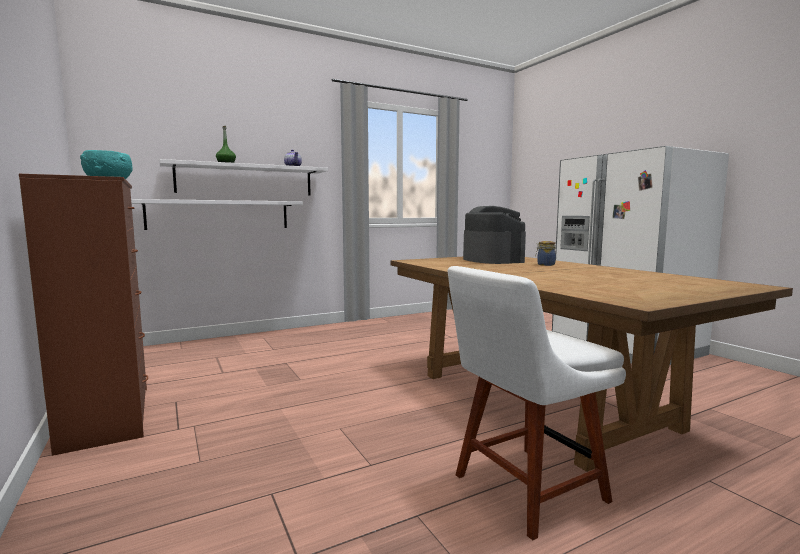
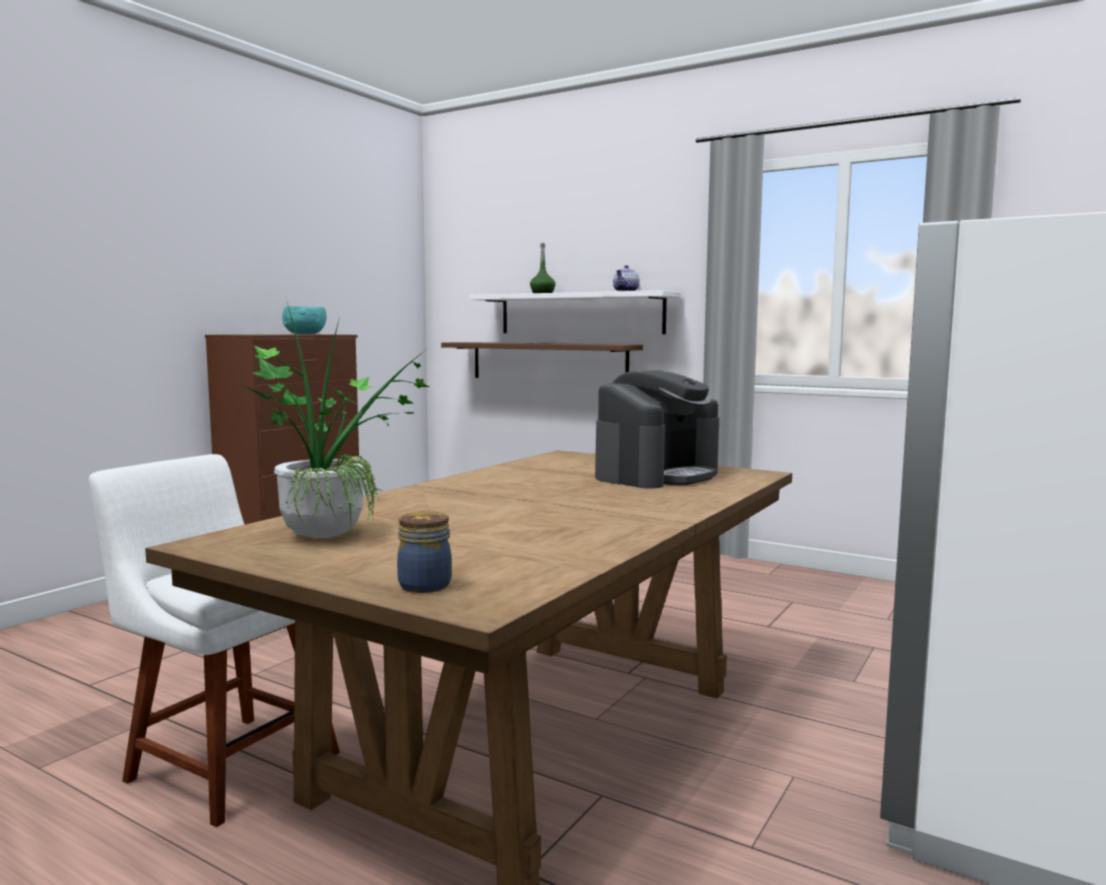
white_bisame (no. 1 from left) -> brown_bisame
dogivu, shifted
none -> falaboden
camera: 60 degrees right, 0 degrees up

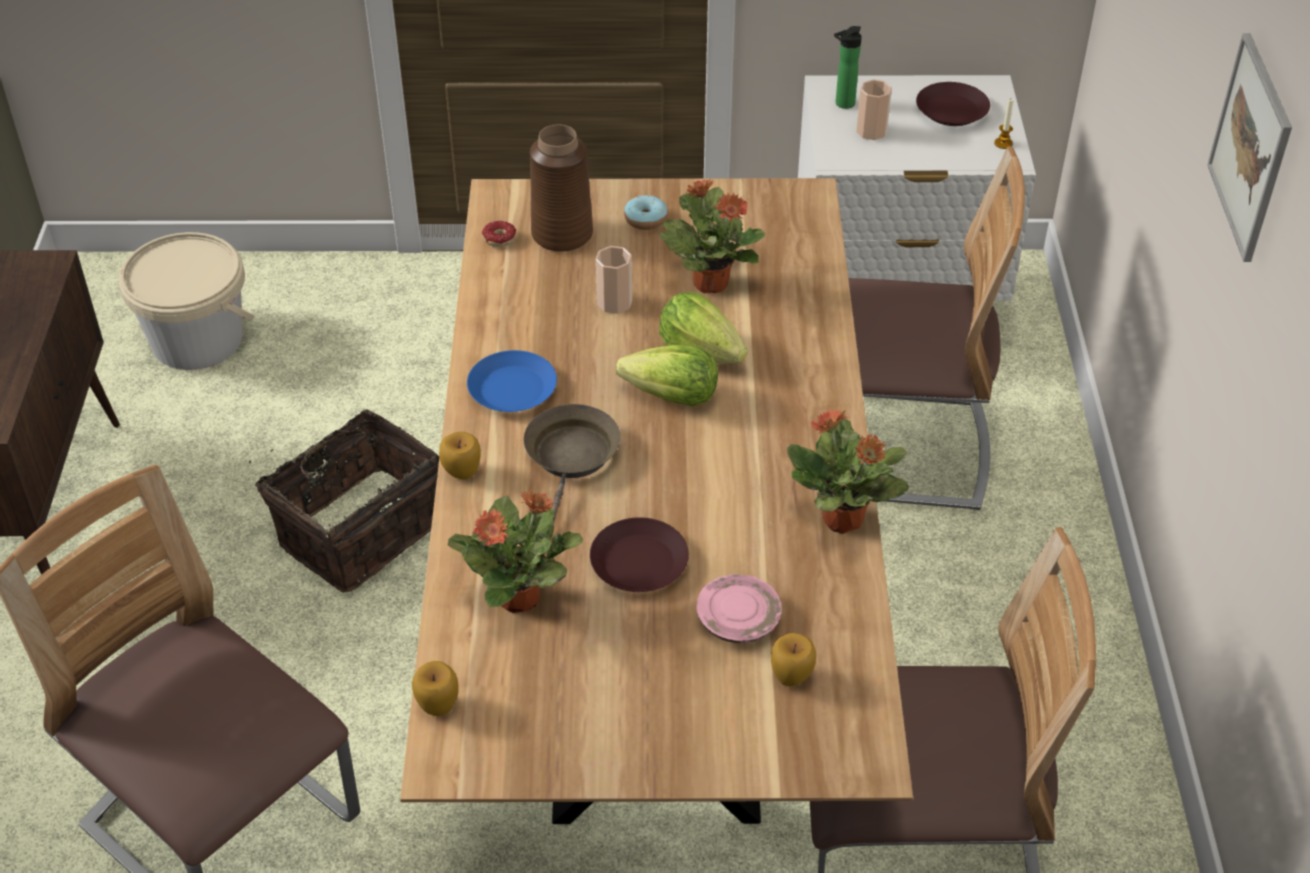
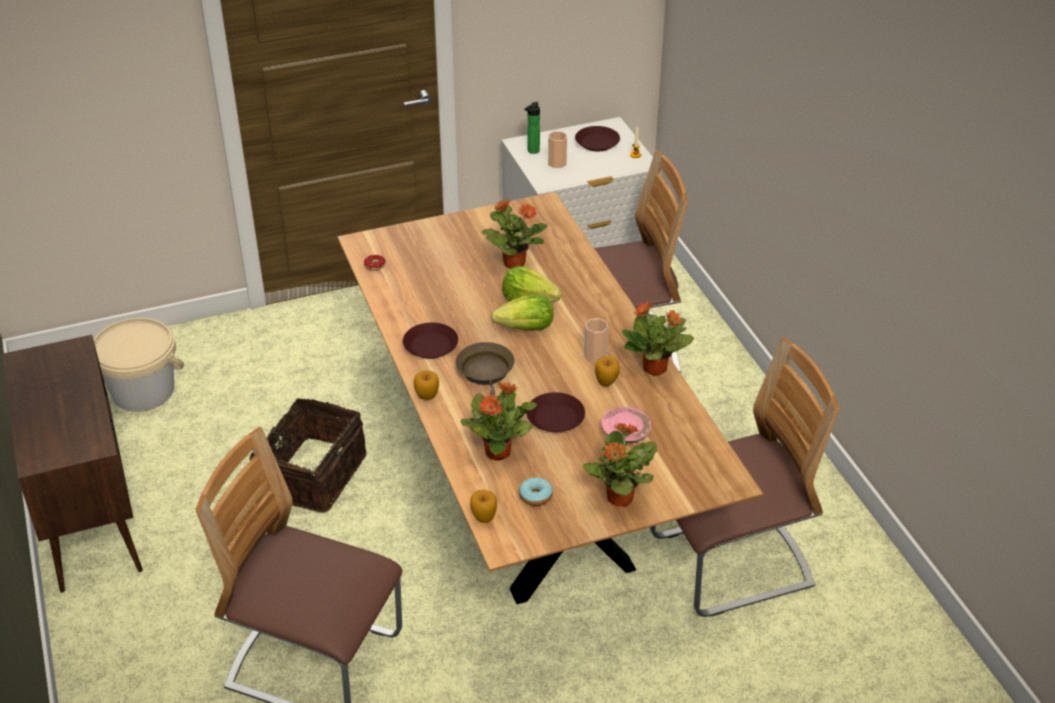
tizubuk -> none
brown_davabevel -> none
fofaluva (no. 2 from left), shifted
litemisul (no. 1 from left in the first image) -> litemisul (no. 2 from left), shifted
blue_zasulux -> brown_zasulux (no. 1 from left)
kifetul (no. 3 from left), shifted
none -> falaboden (no. 3 from left)
camera: 20 degrees left, 5 degrees down

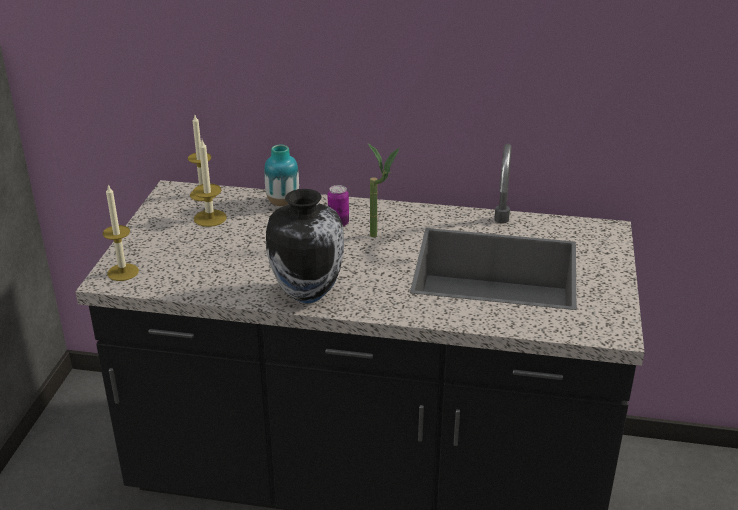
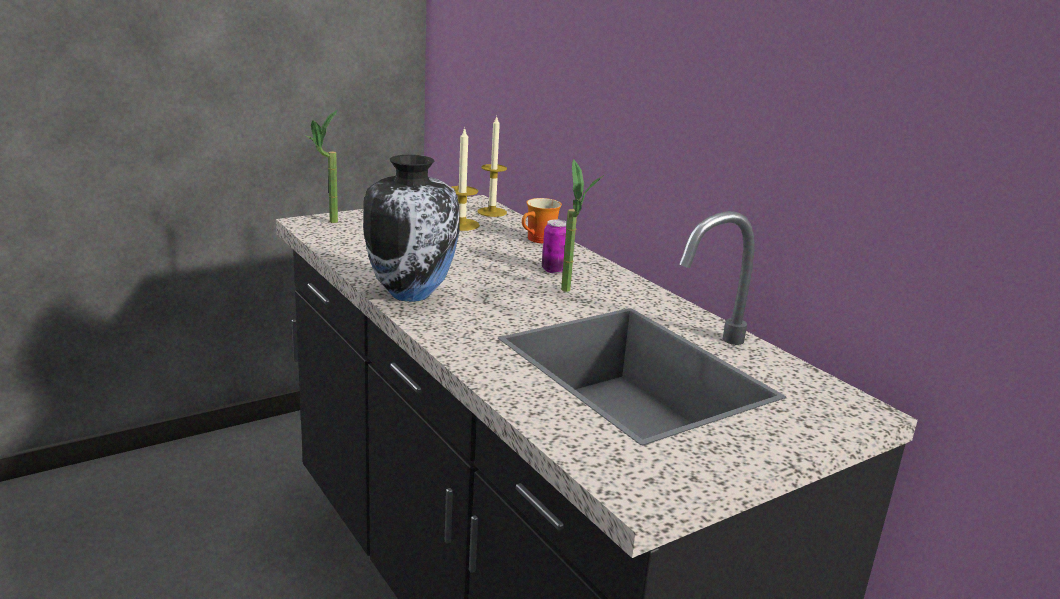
davabevel (no. 1 from left) -> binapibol
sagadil (no. 1 from left) -> falaboden (no. 1 from left)
camera: 45 degrees right, 10 degrees down

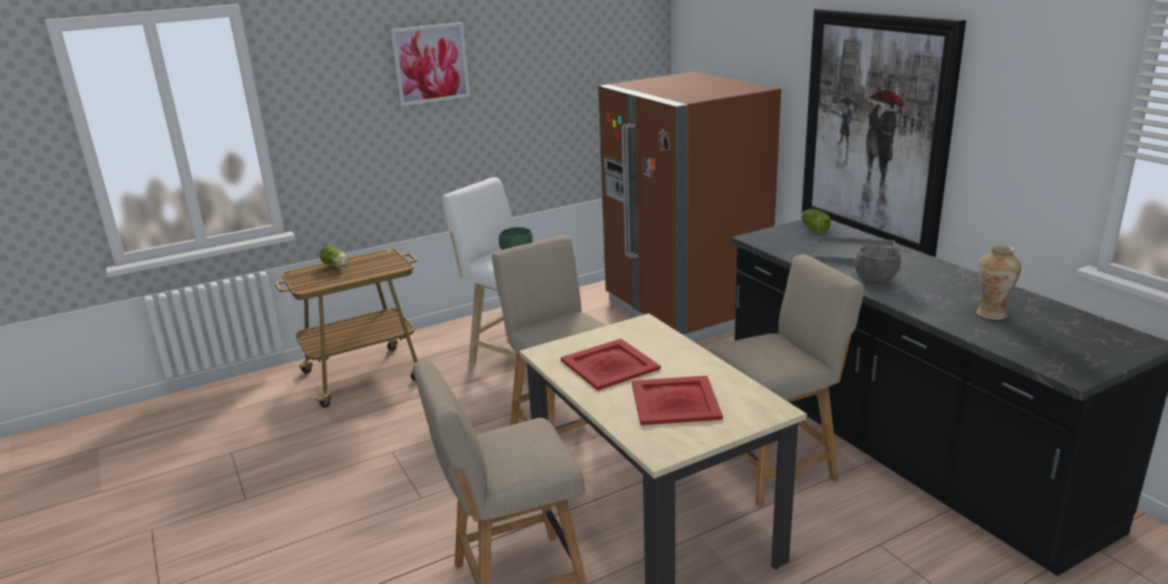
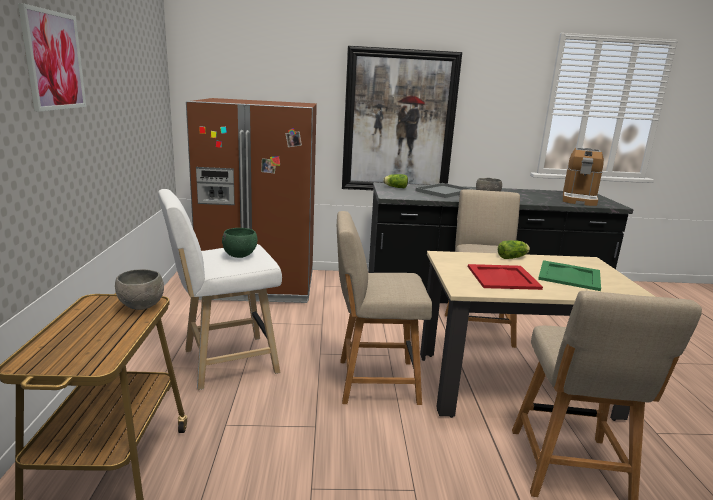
davabevel -> none
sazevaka (no. 1 from left in the first image) -> sazevaka (no. 2 from left), shifted
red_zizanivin (no. 2 from left) -> green_zizanivin
none -> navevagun
none -> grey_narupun (no. 1 from left)
camera: 65 degrees left, 5 degrees down

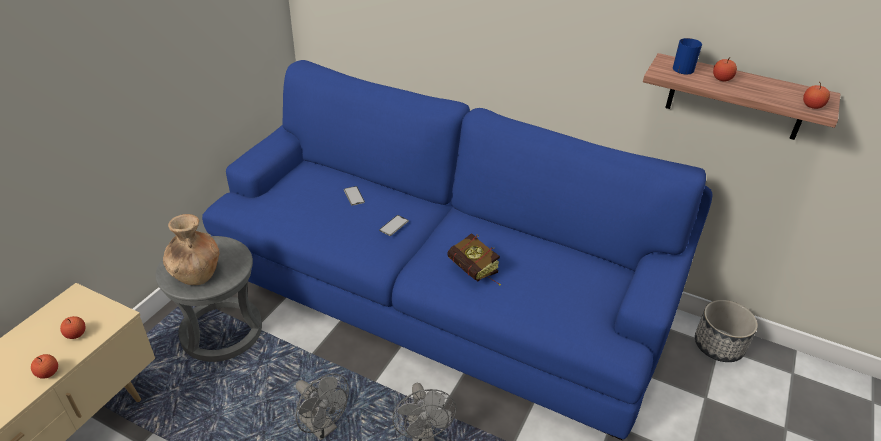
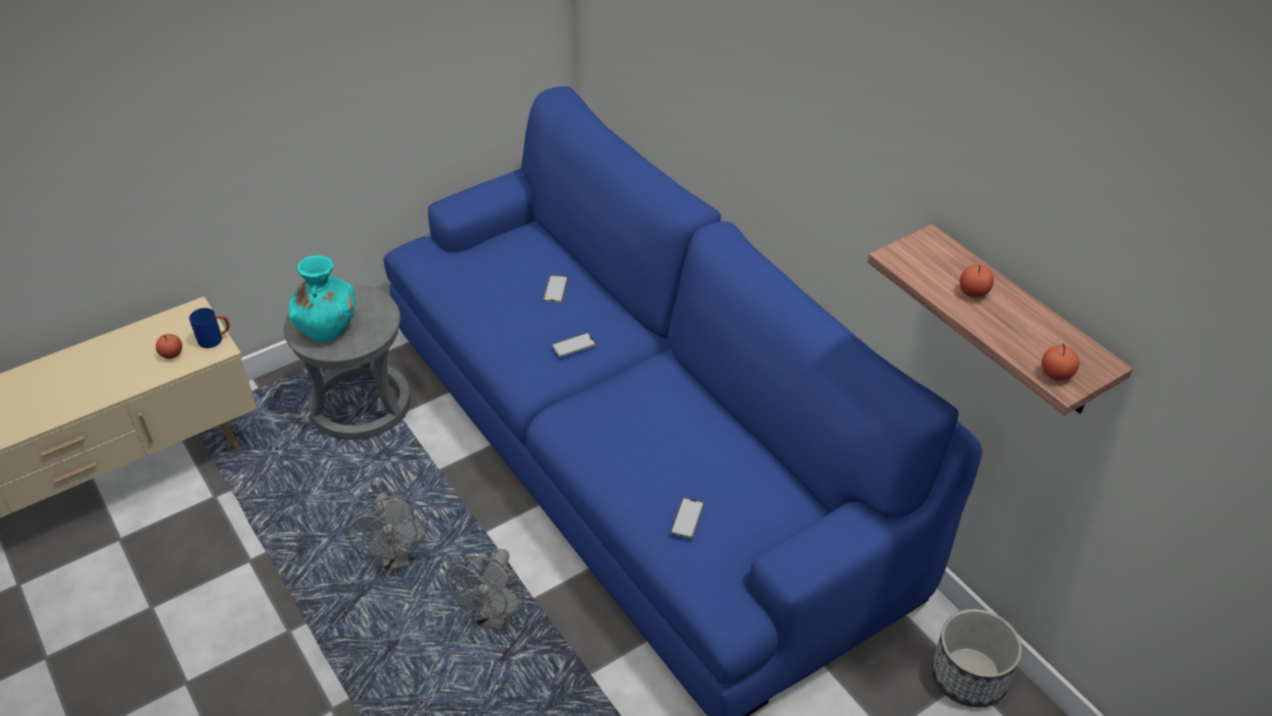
blue_binapibol, shifted
brown_davabevel -> turquoise_davabevel
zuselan -> none
kifetul (no. 1 from left) -> none
none -> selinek (no. 3 from left)
camera: 30 degrees right, 5 degrees up

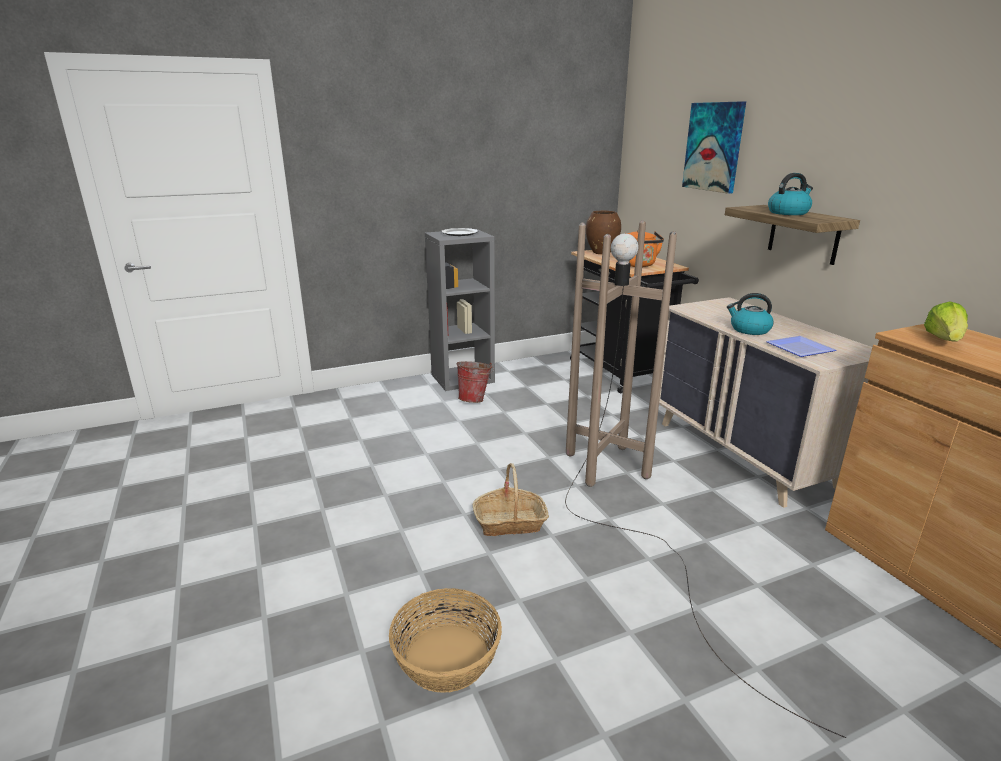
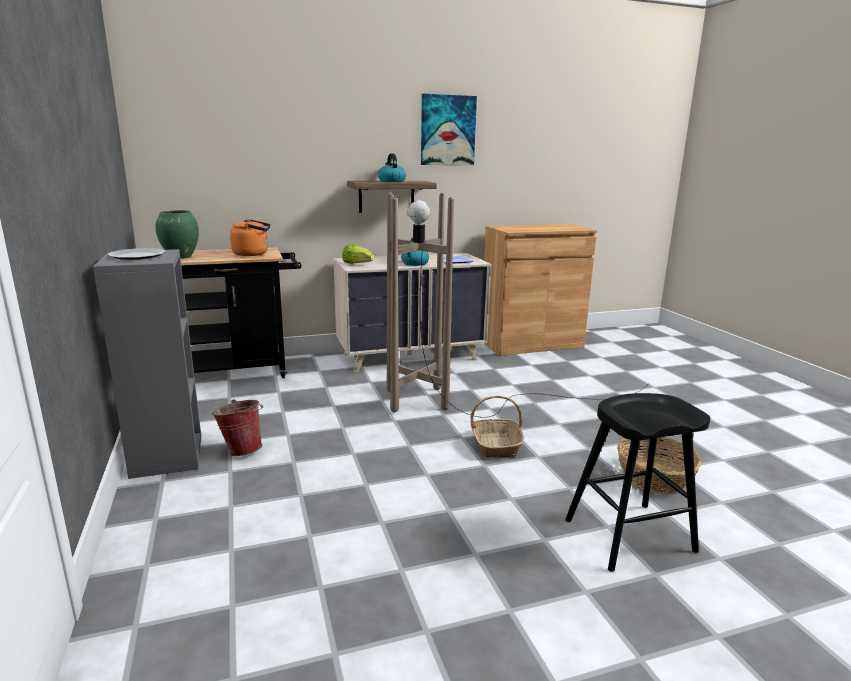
tizubuk, shifted
brown_davabevel -> green_davabevel
sazevaka, shifted
none -> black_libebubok
camera: 85 degrees left, 5 degrees down

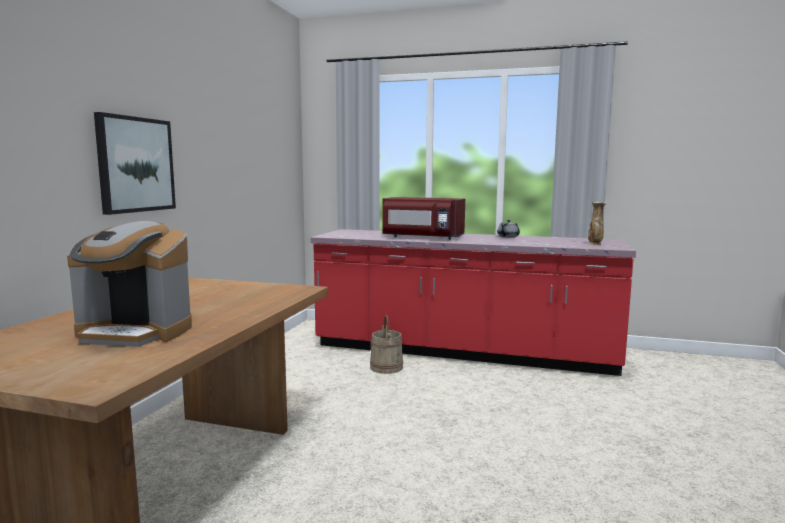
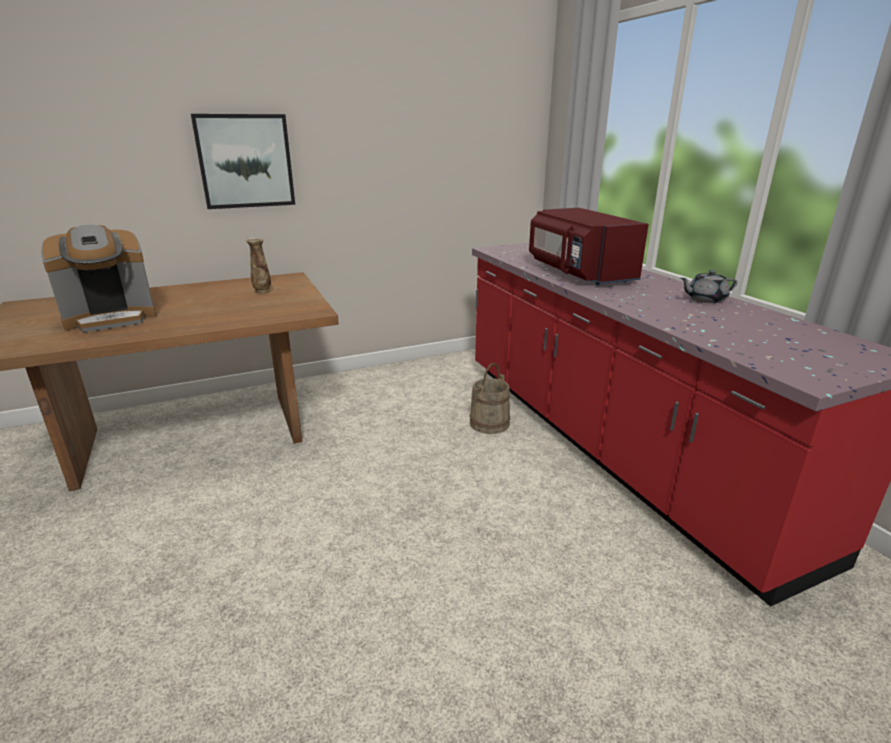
davabevel, shifted
navevagun, 90 degrees counterclockwise
camera: 50 degrees right, 15 degrees up

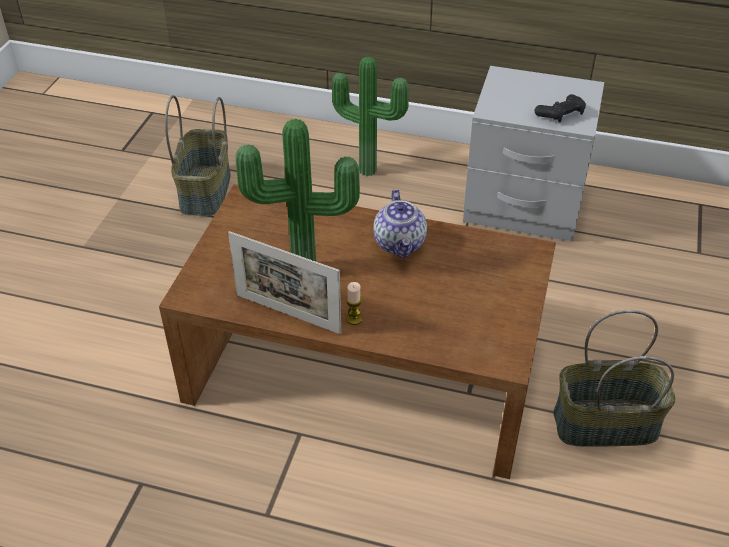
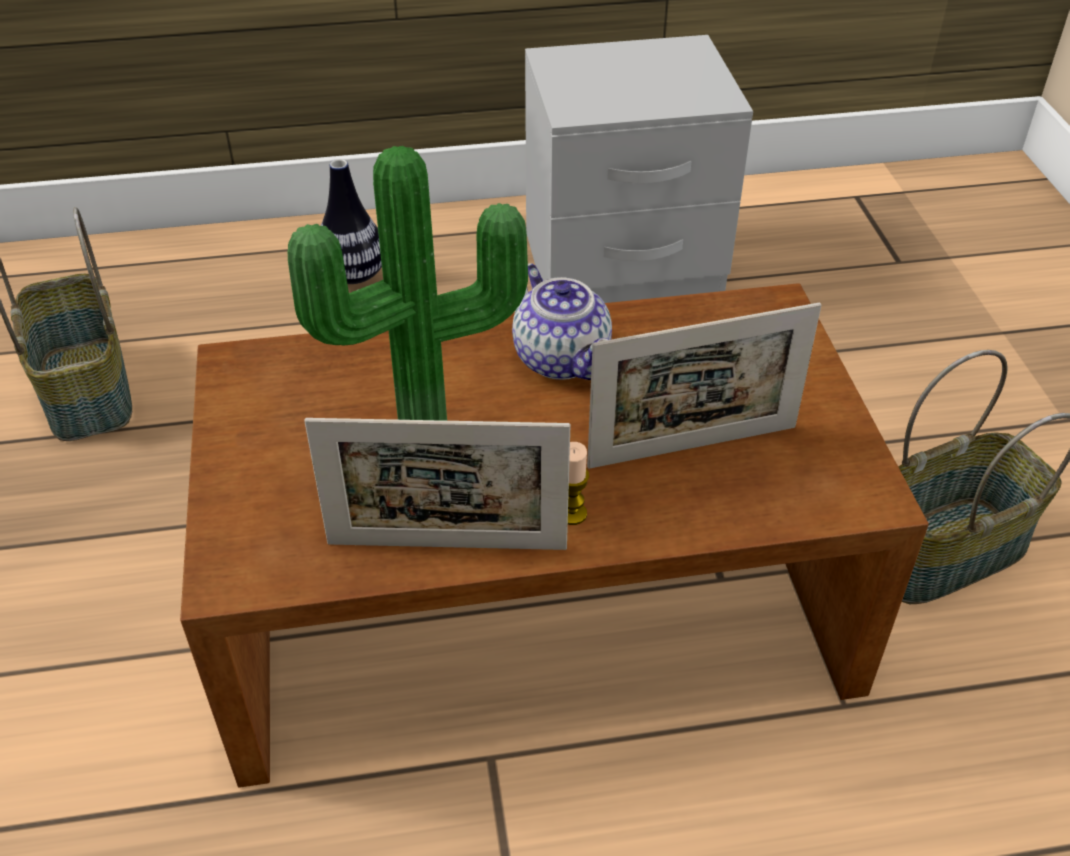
falaboden (no. 2 from left) -> davabevel
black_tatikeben -> none
none -> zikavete (no. 2 from left)
camera: 25 degrees left, 0 degrees up

